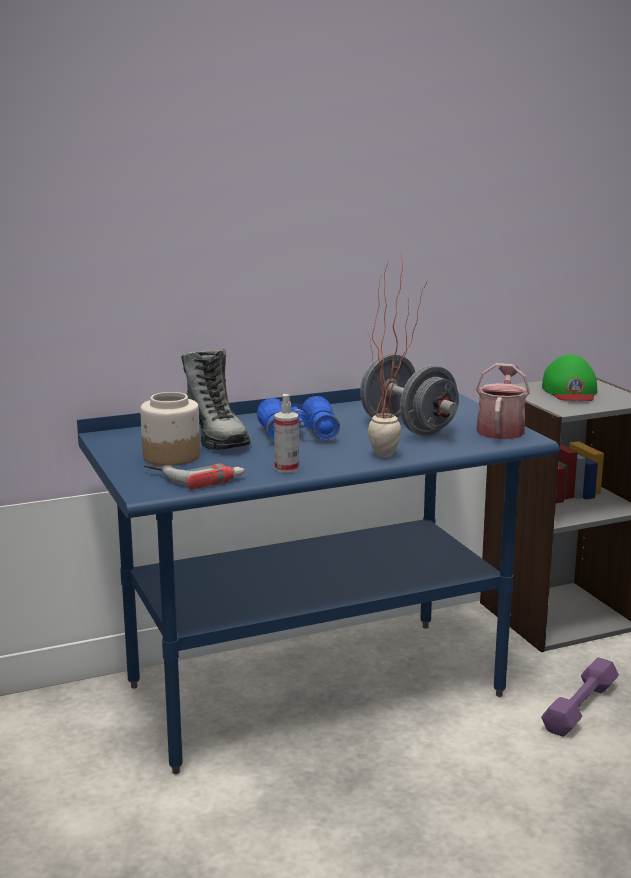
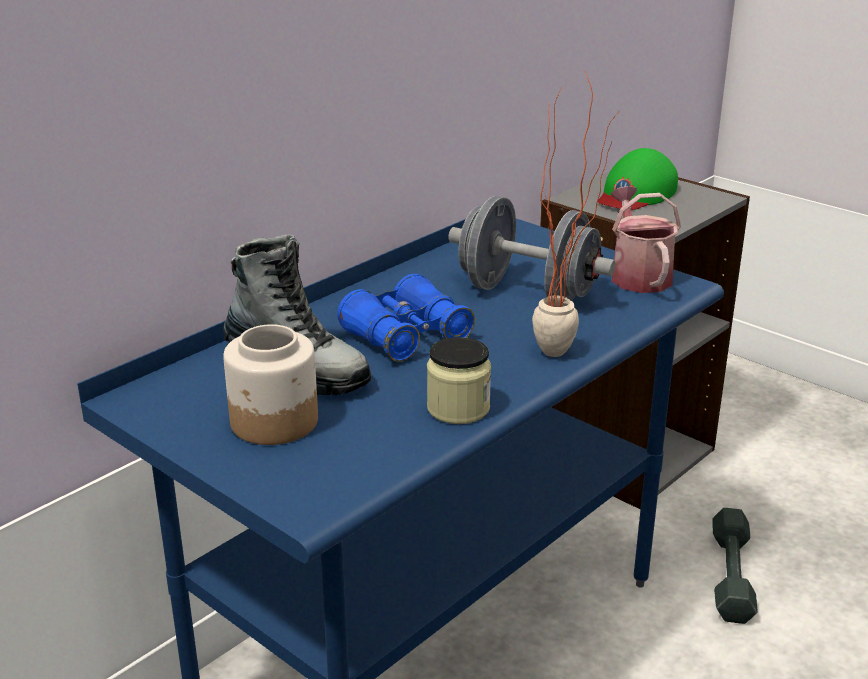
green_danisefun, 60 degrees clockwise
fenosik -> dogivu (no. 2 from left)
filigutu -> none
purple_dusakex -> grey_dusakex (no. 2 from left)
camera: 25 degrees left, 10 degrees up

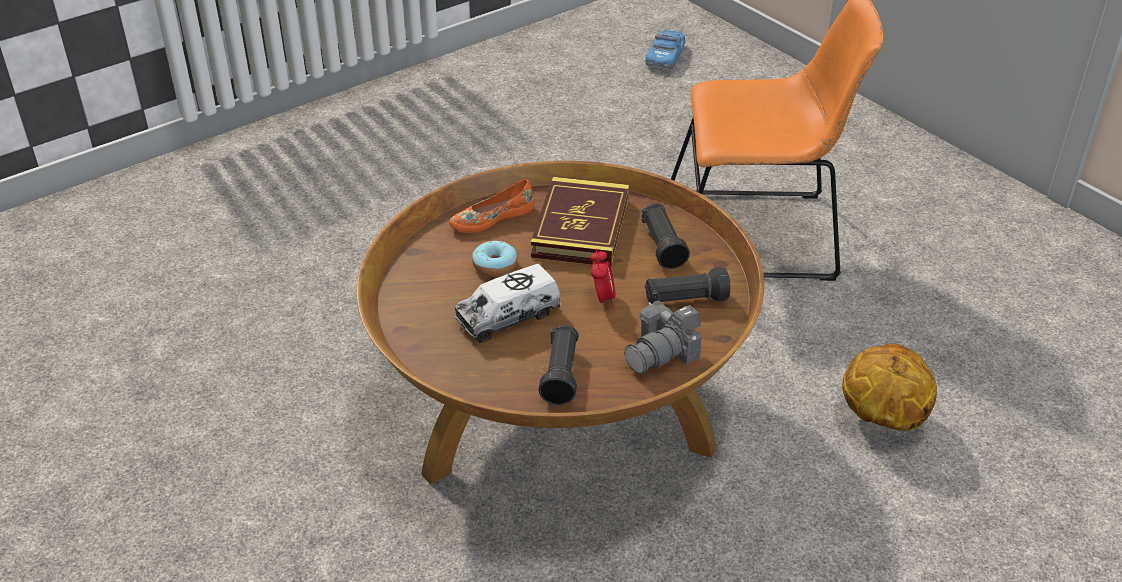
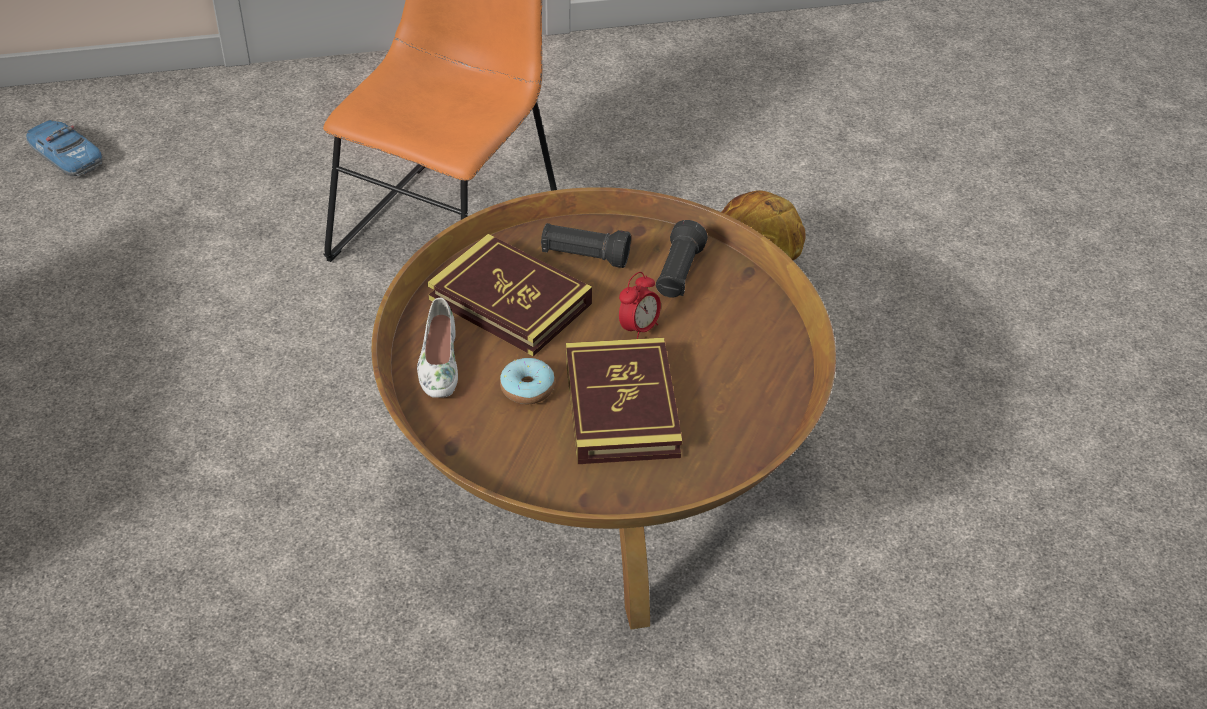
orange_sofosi -> white_sofosi
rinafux, 105 degrees clockwise
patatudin -> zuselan (no. 2 from left)
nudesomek -> none
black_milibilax (no. 1 from left) -> none
camera: 65 degrees left, 5 degrees up

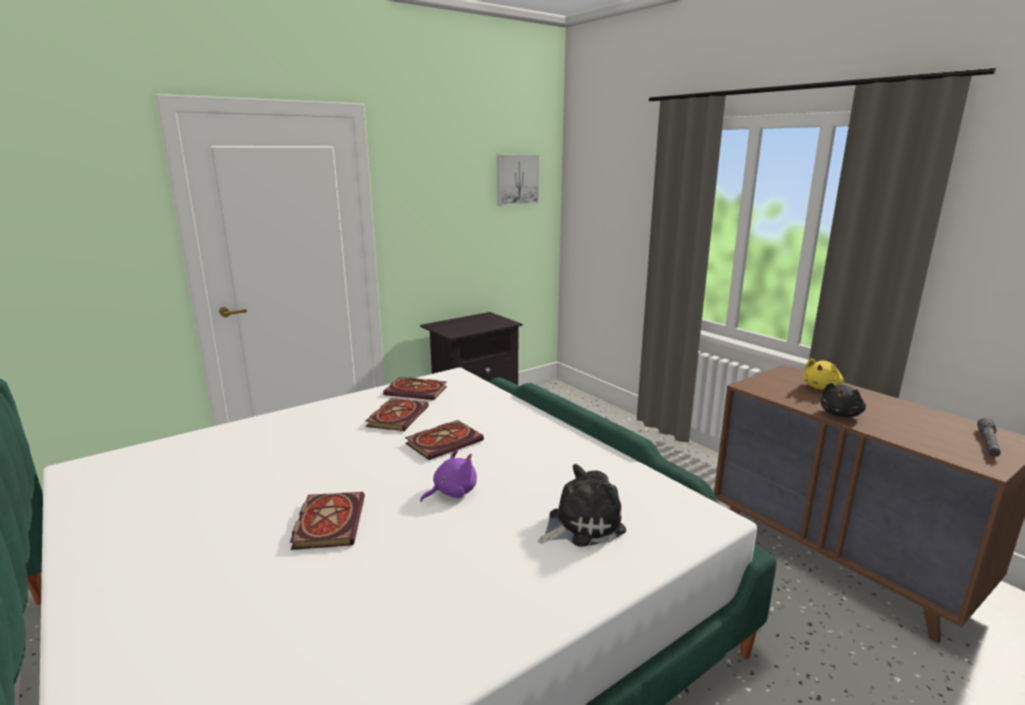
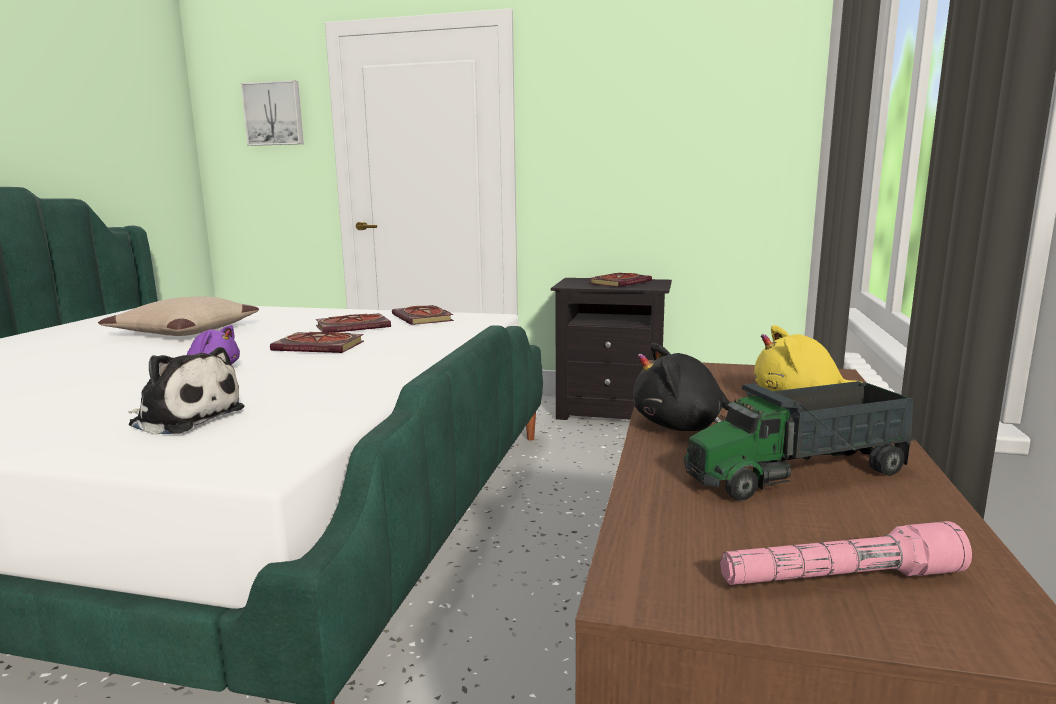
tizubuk, shifted
grey_milibilax -> pink_milibilax
zuselan (no. 1 from left in the first image) -> zuselan (no. 4 from left), shifted
none -> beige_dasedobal
none -> patatudin
camera: 50 degrees right, 5 degrees down

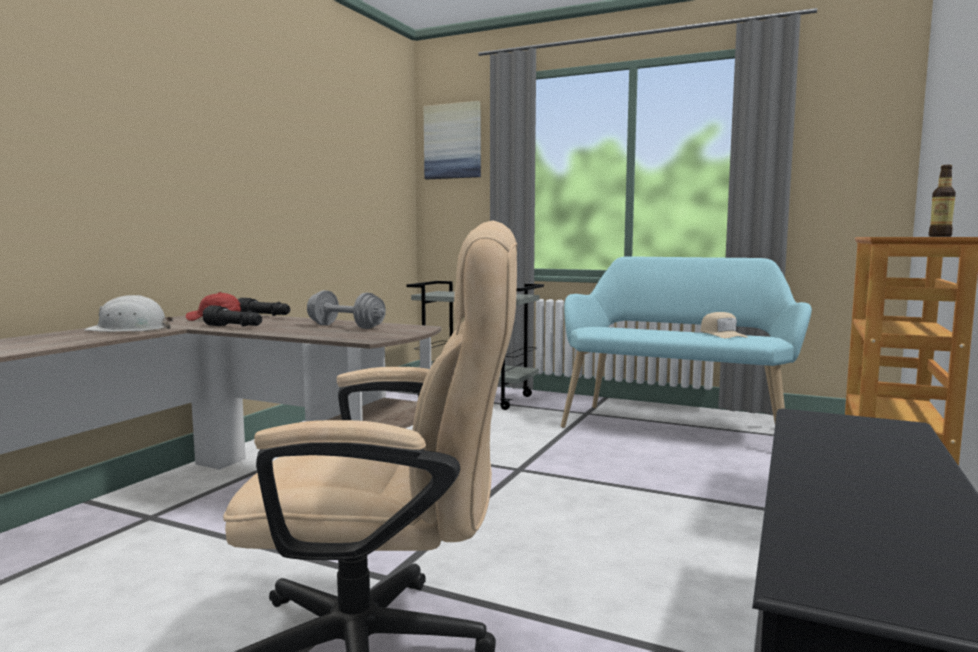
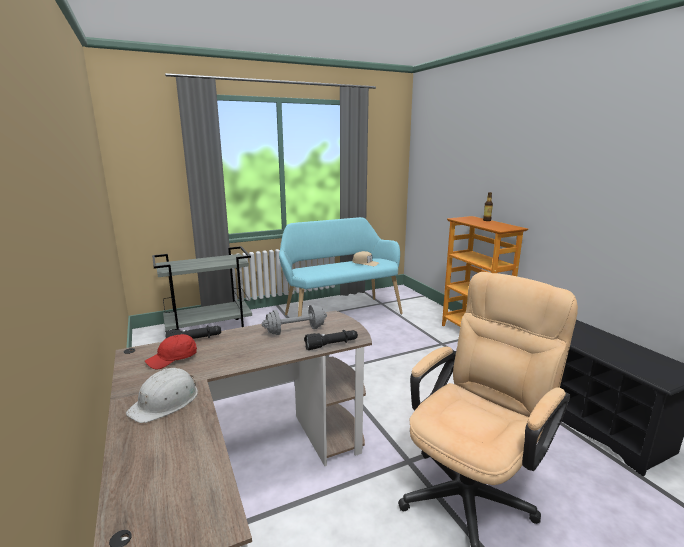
tizubuk -> none
black_milibilax (no. 1 from left in the first image) -> black_milibilax (no. 2 from left), shifted
camera: 50 degrees left, 10 degrees up

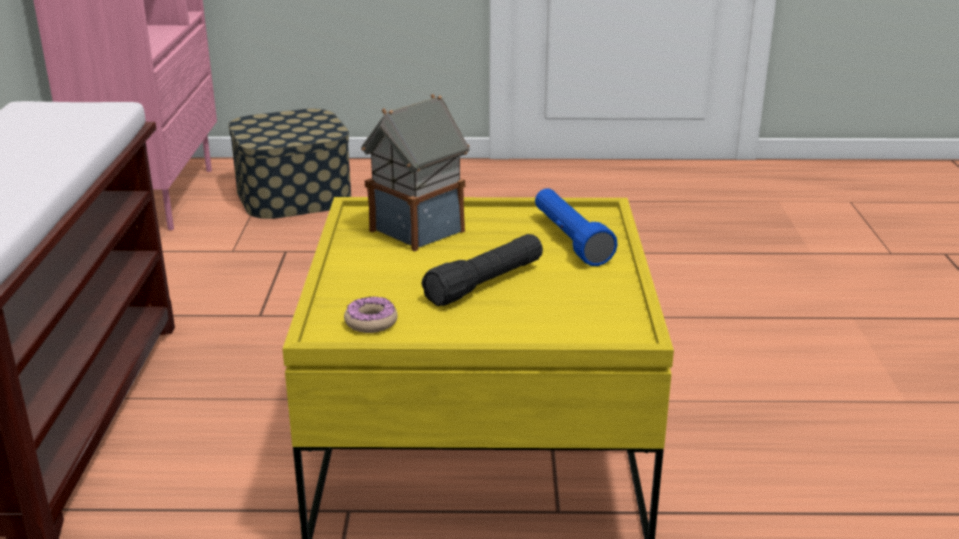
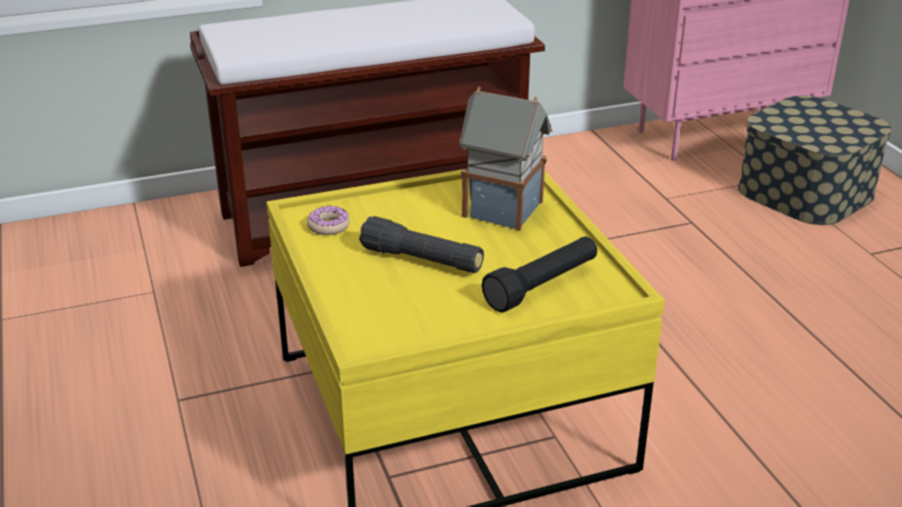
blue_milibilax -> black_milibilax (no. 2 from left)
camera: 70 degrees right, 5 degrees up

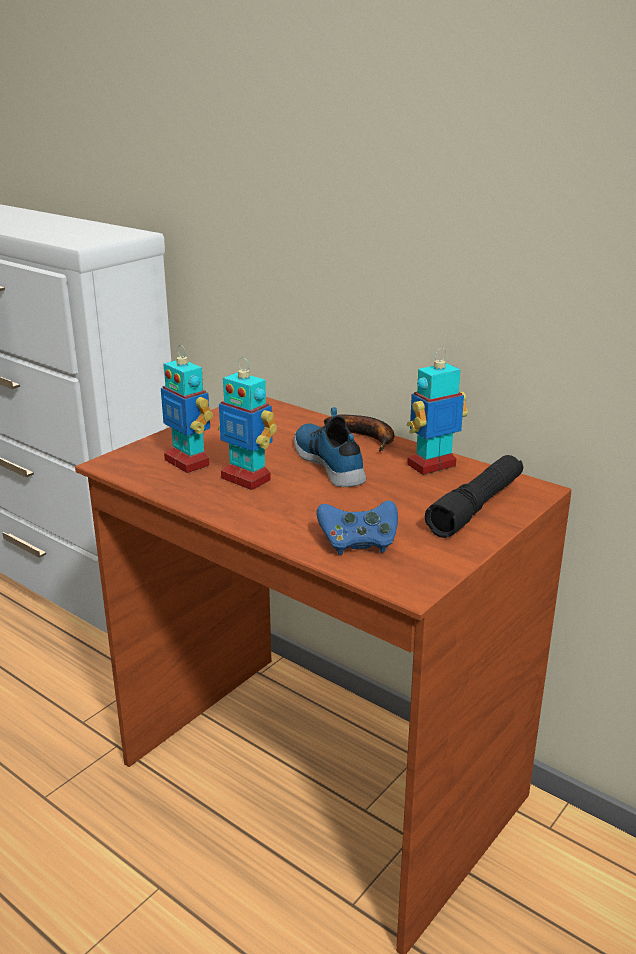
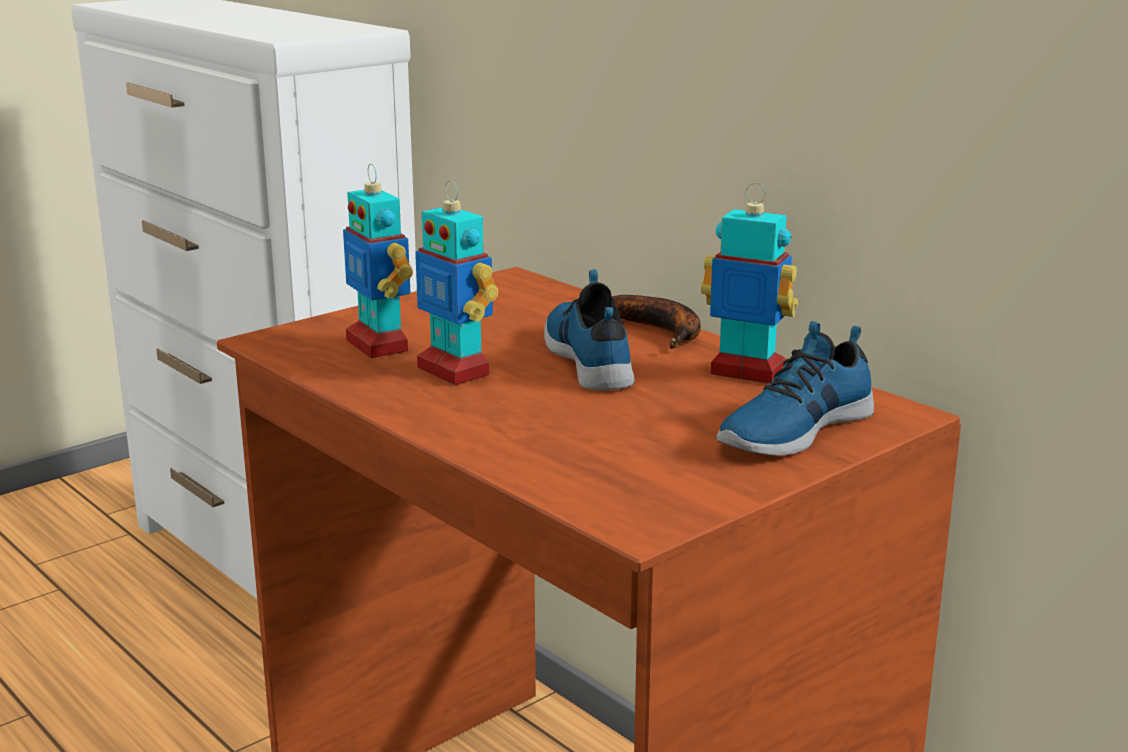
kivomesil (no. 3 from left), 45 degrees clockwise
black_milibilax -> sofosi (no. 2 from left)
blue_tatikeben -> none
camera: 10 degrees right, 5 degrees down

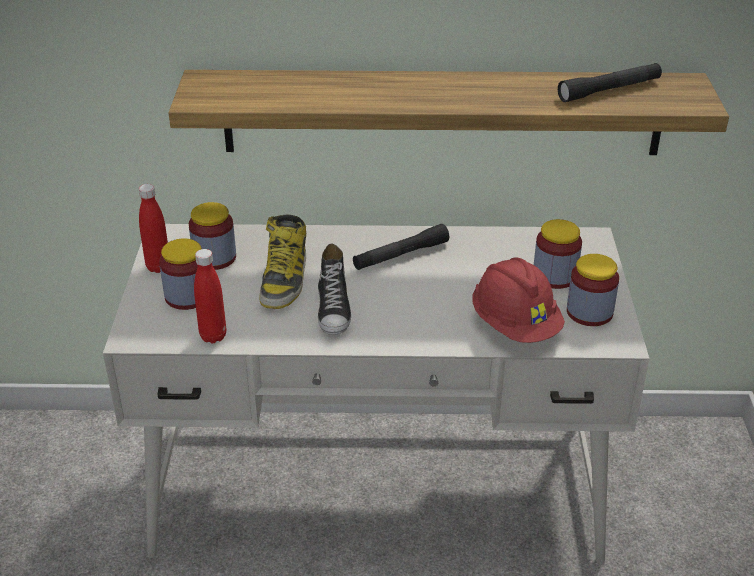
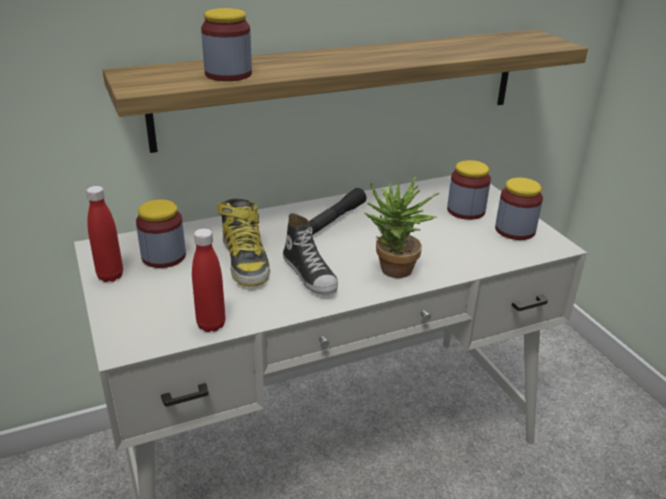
black_milibilax (no. 2 from left) -> none
dogivu (no. 1 from left in the first image) -> dogivu (no. 2 from left), shifted
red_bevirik -> none
none -> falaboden
camera: 25 degrees left, 5 degrees down

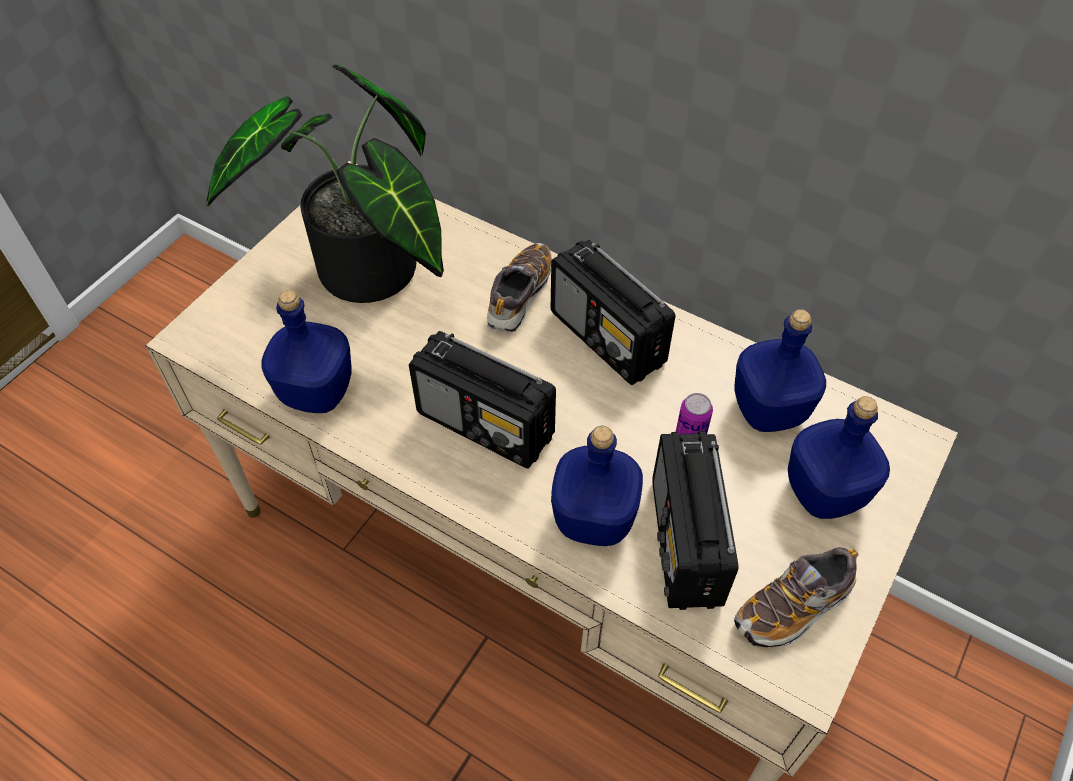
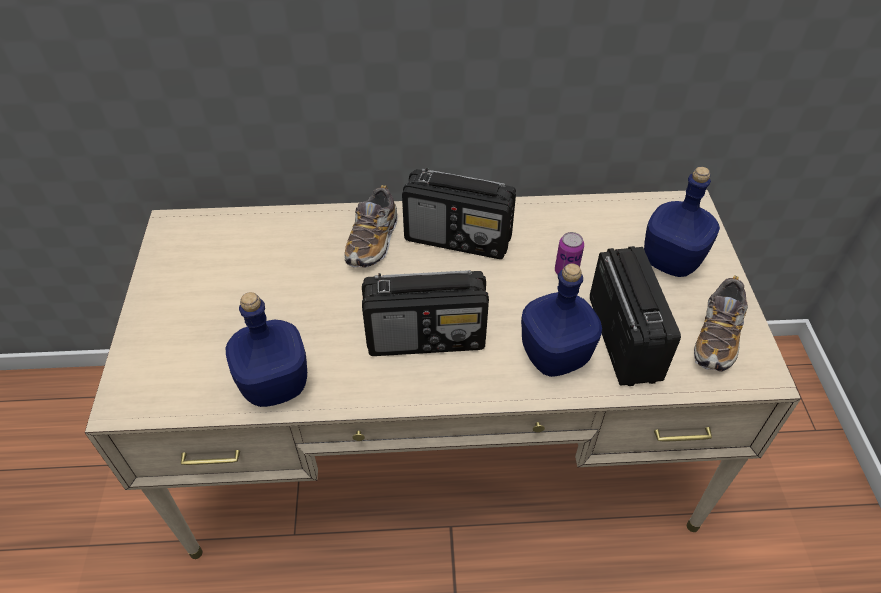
falaboden -> none
sofosi (no. 1 from left), 150 degrees counterclockwise
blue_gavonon (no. 3 from left) -> none
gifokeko (no. 3 from left), 150 degrees counterclockwise
camera: 35 degrees left, 5 degrees down

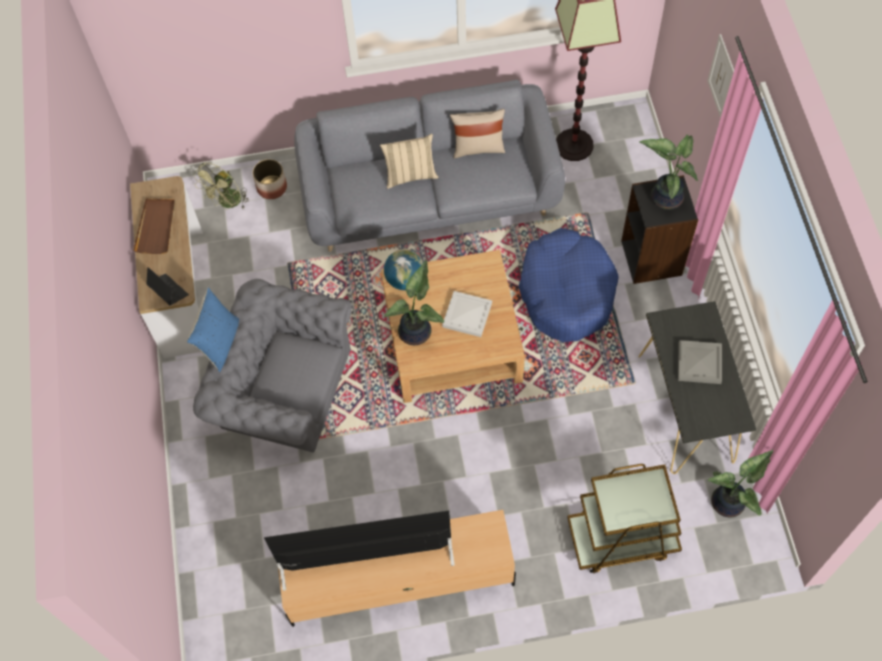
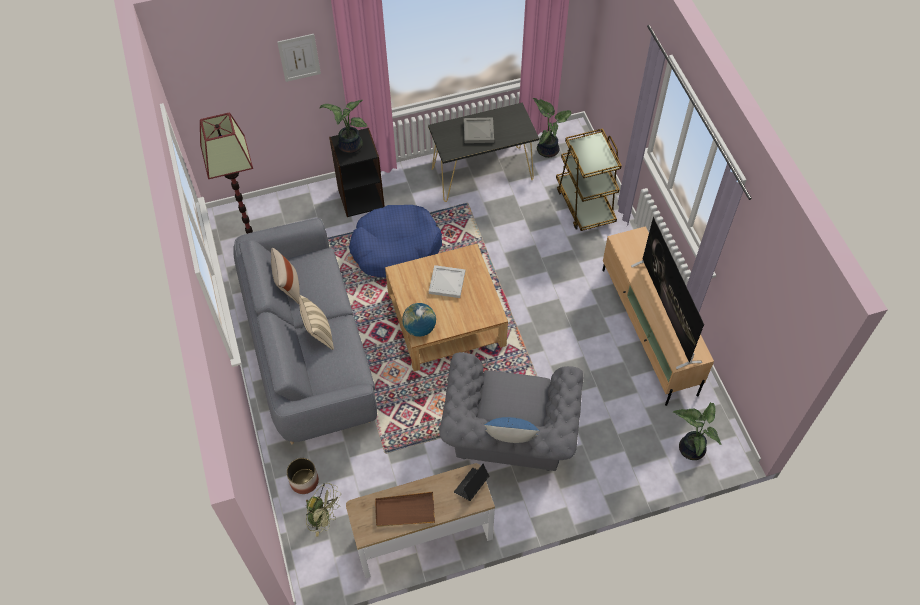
falaboden (no. 1 from left in the first image) -> falaboden (no. 3 from left), shifted
camera: 100 degrees left, 5 degrees down

